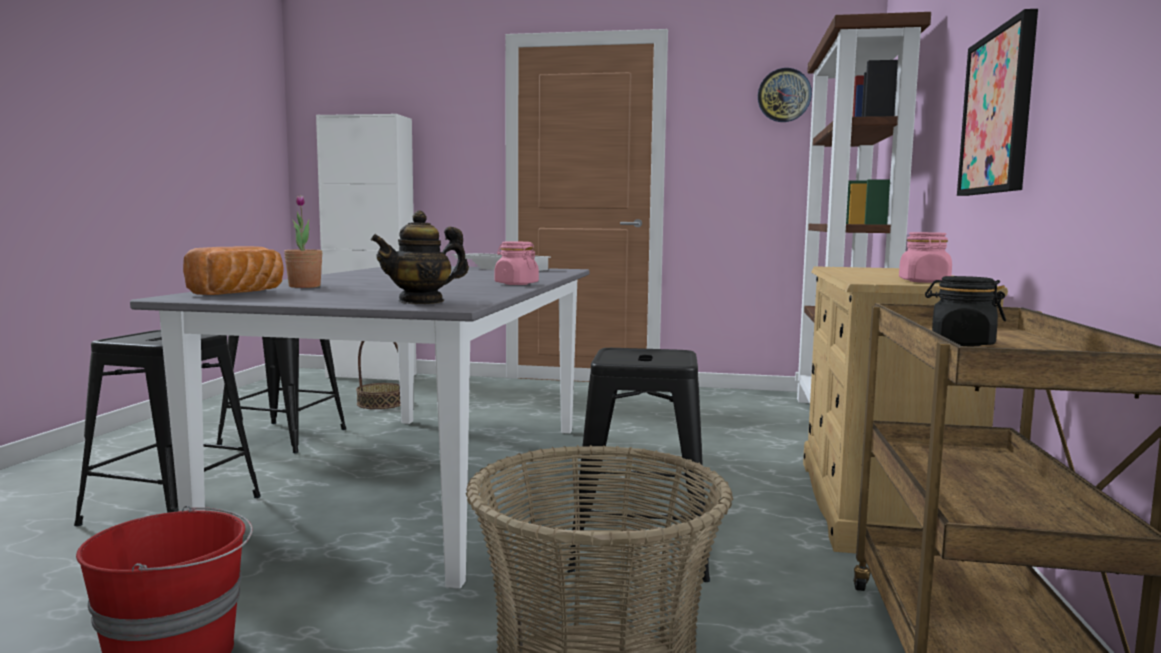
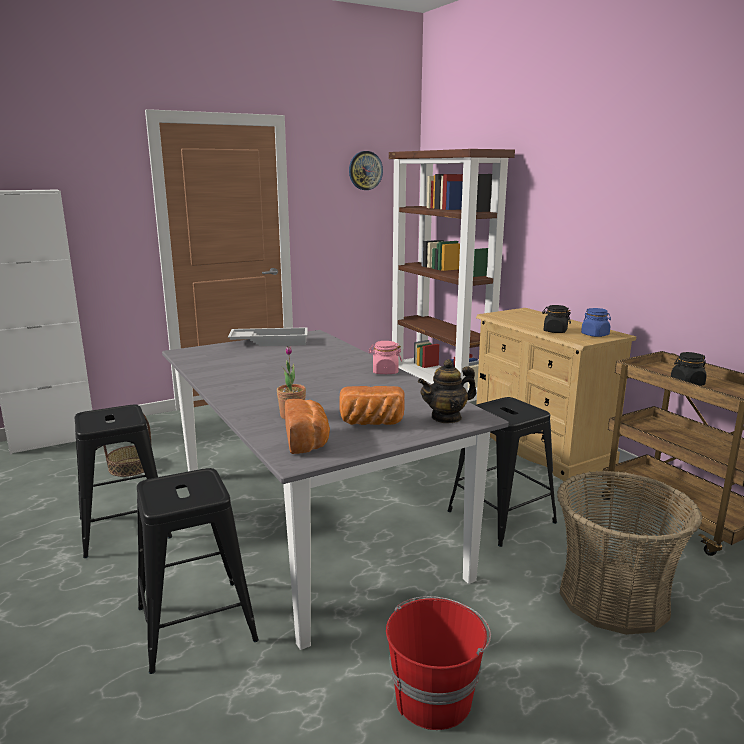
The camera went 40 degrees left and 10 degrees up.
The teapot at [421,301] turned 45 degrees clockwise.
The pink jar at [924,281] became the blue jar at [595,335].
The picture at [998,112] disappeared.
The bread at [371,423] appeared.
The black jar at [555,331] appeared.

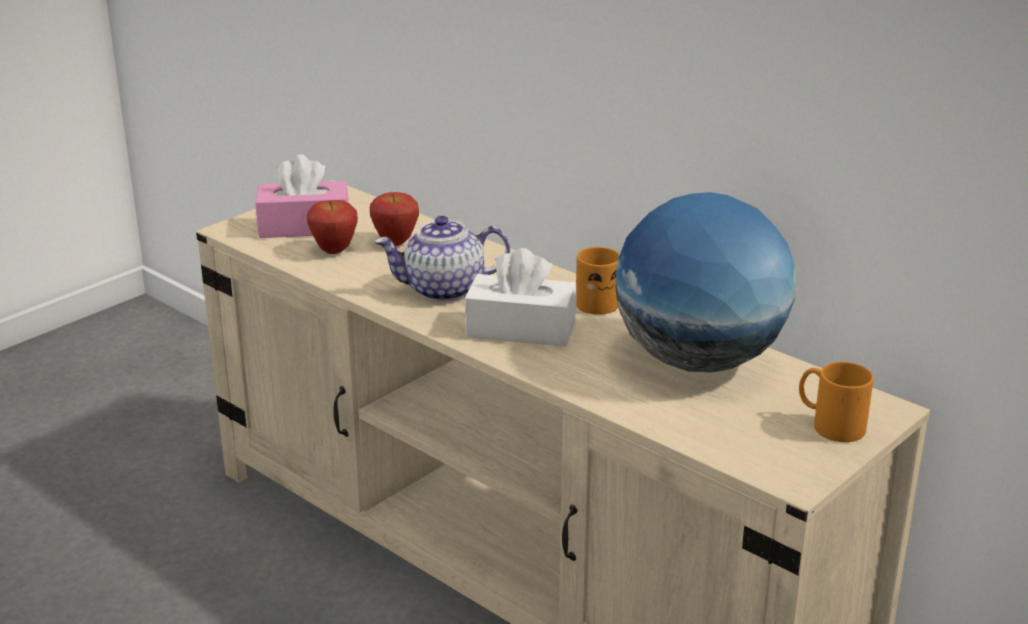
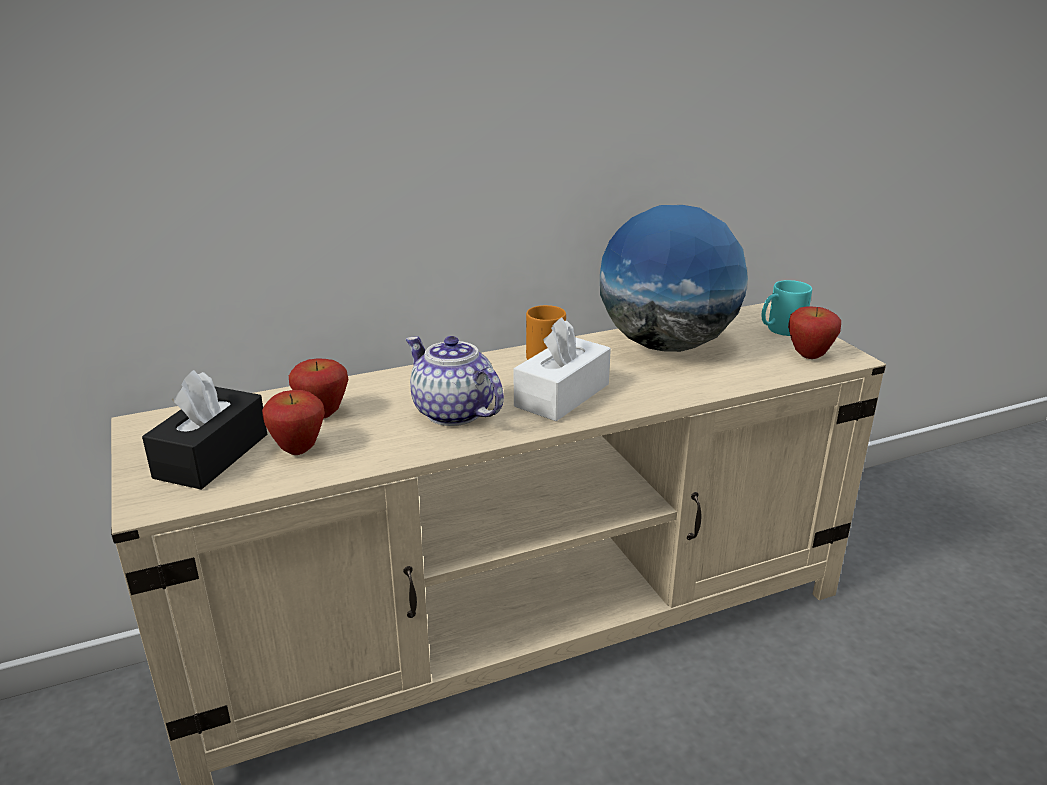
The camera went 65 degrees left and 0 degrees up.
The pink tissue box at [304,226] became the black tissue box at [212,456].
The teapot at [443,290] turned 120 degrees clockwise.
The orange mug at [829,425] became the turquoise mug at [780,330].
The apple at [809,356] appeared.

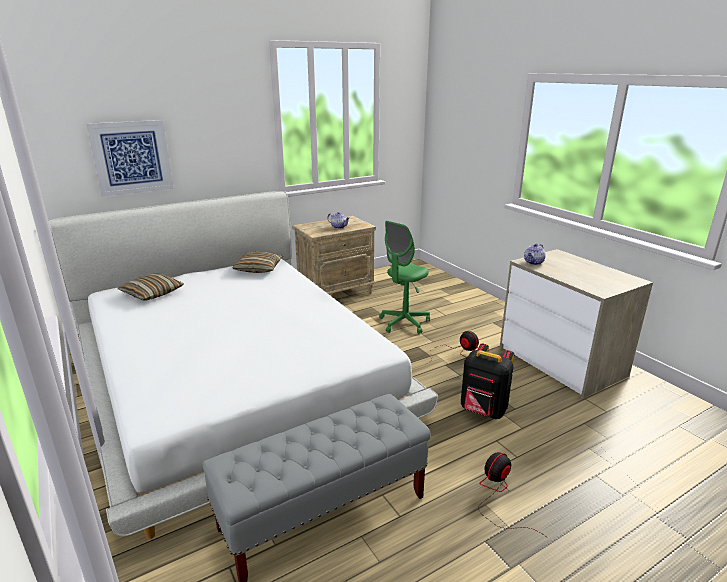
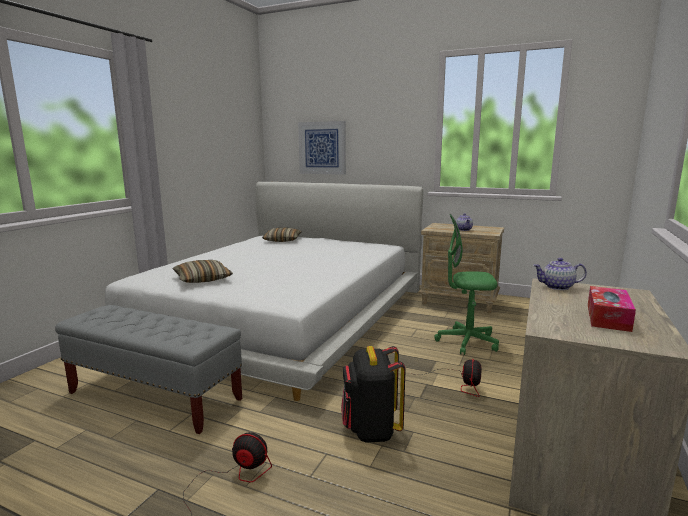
The camera went 55 degrees right and 10 degrees down.
The pillow moved from [258,269] to [202,279].
The tissue box at [608,317] appeared.

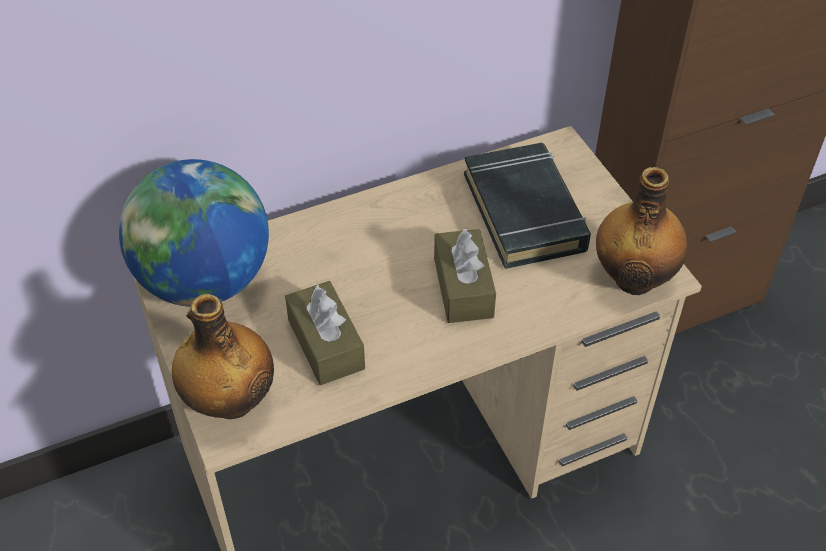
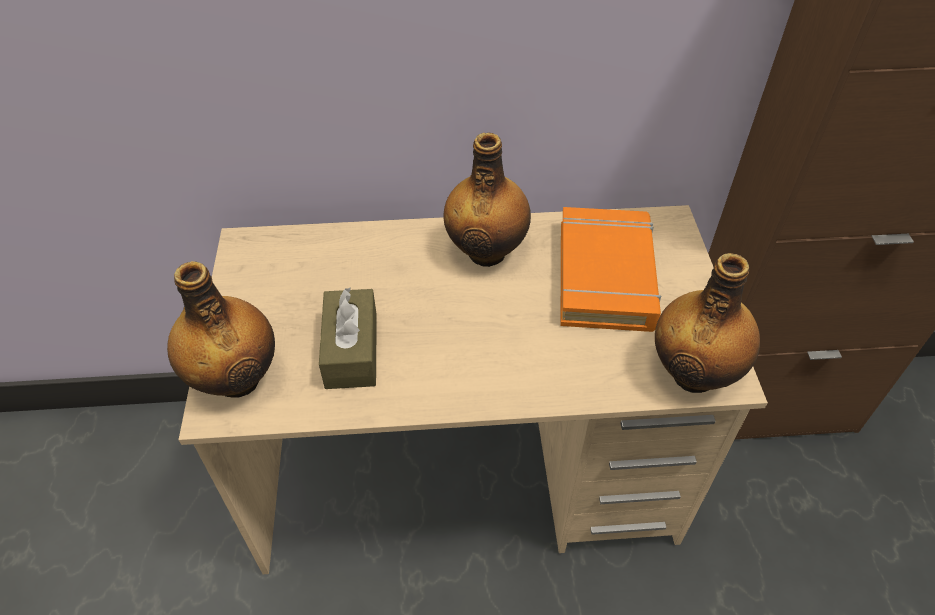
The camera went 20 degrees right and 0 degrees up.
The globe at [205,281] disappeared.
The brown tissue box at [463,287] disappeared.
The black book at [525,212] became the orange book at [606,276].
The bottle at [487,251] appeared.

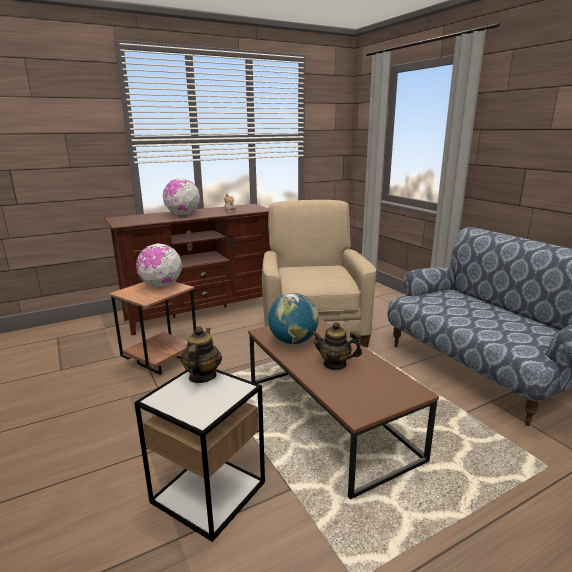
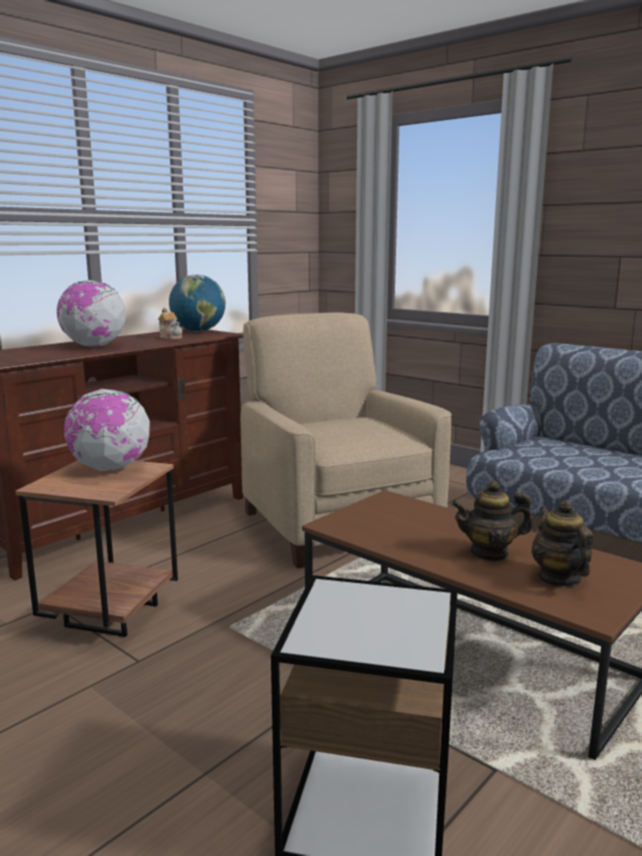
The camera went 20 degrees left and 5 degrees down.
The teapot moved from [202,376] to [558,578].
The globe moved from [293,341] to [198,331].

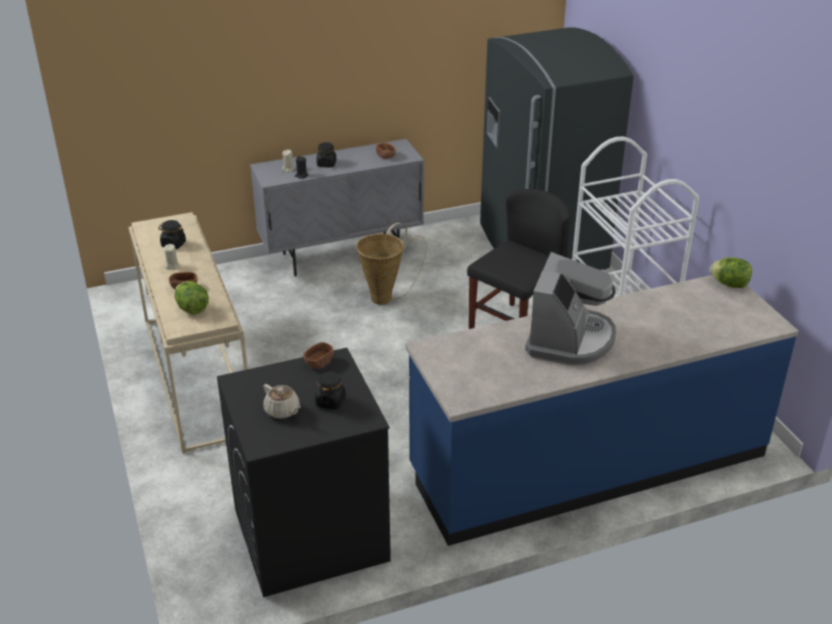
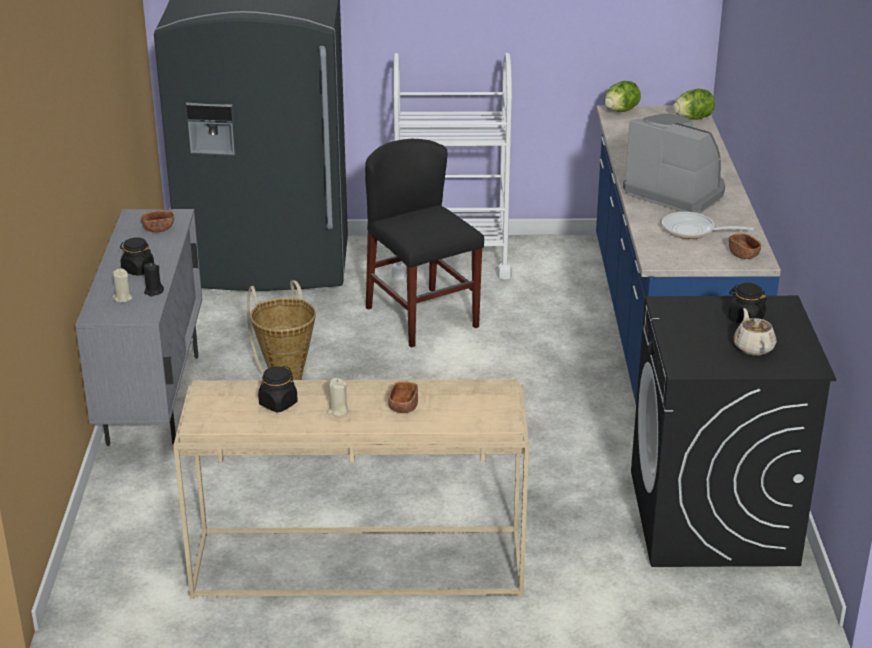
The camera went 70 degrees left and 5 degrees down.
The lettuce moved from [192,309] to [693,118].
The beige teapot at [282,411] turned 75 degrees counterclockwise.
The brown bowl moved from [319,362] to [743,254].
The frying pan at [692,231] appeared.

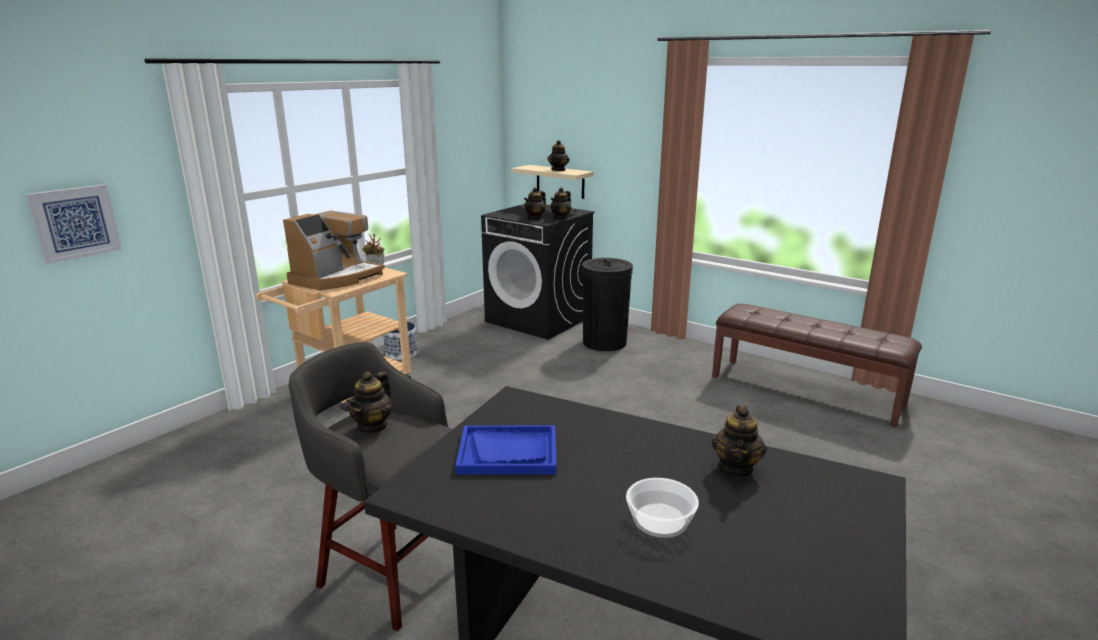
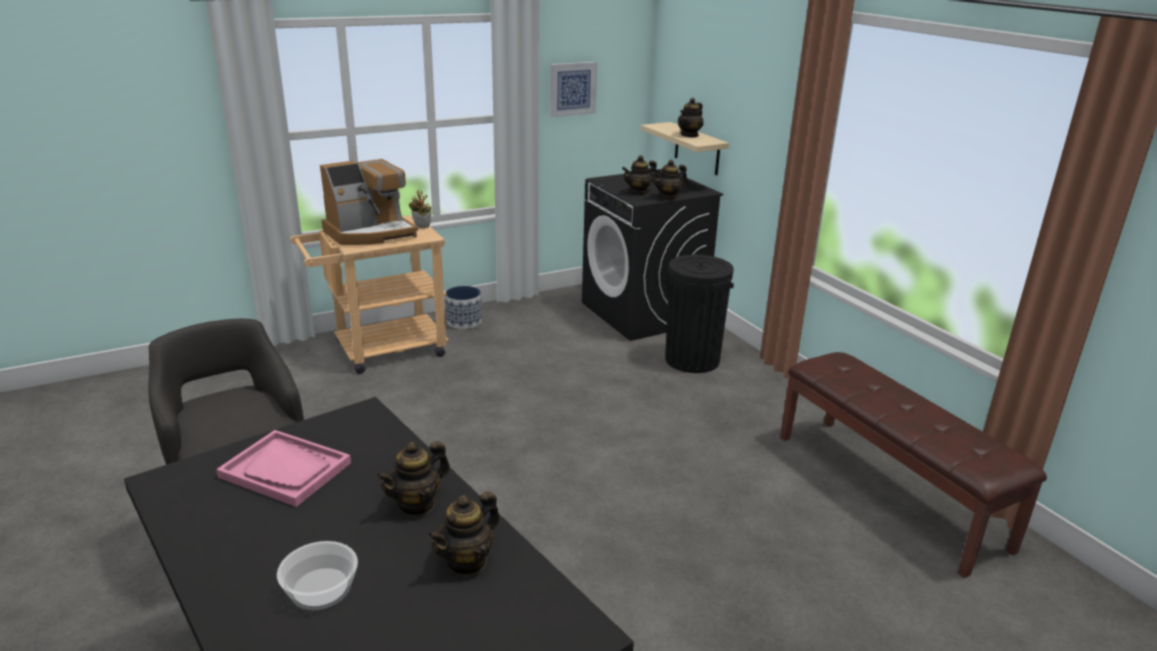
The camera went 25 degrees right and 5 degrees up.
The picture moved from [75,223] to [572,89].
The teapot moved from [373,426] to [417,504].
The blue tray at [508,452] became the pink tray at [286,470].

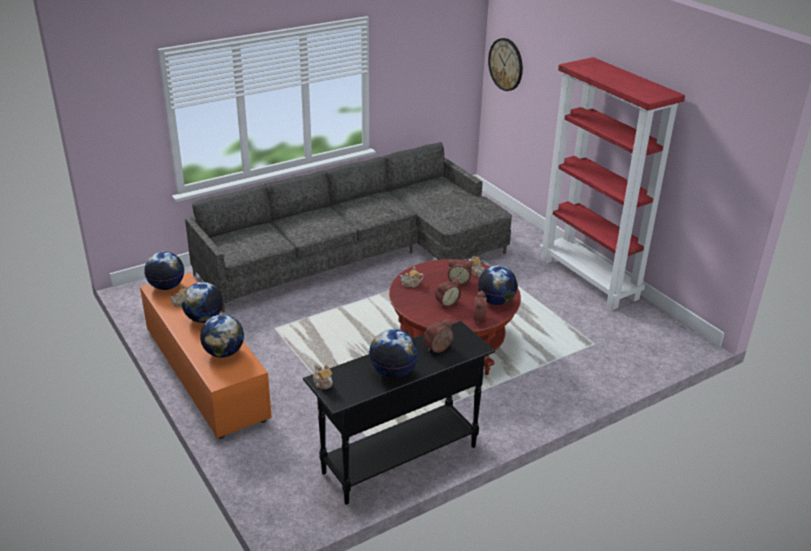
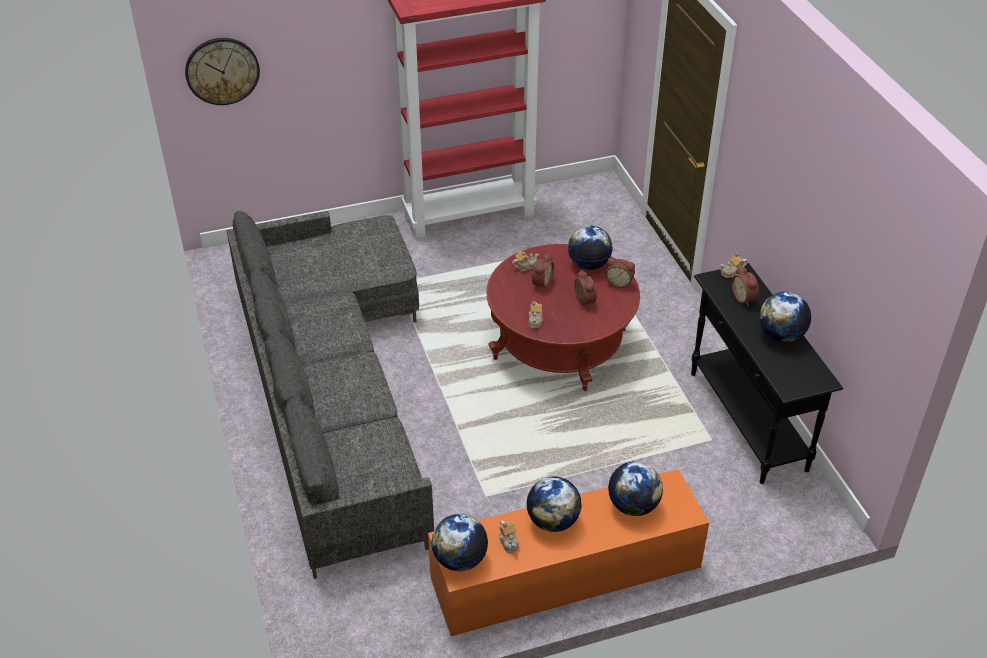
The camera went 75 degrees left and 10 degrees up.
The teapot moved from [322,383] to [732,273].

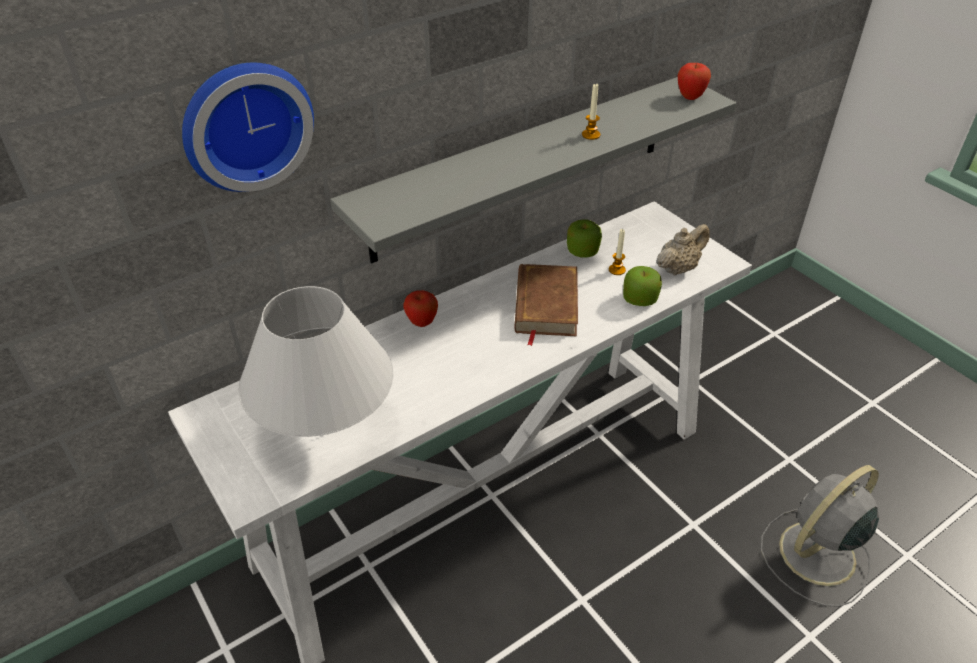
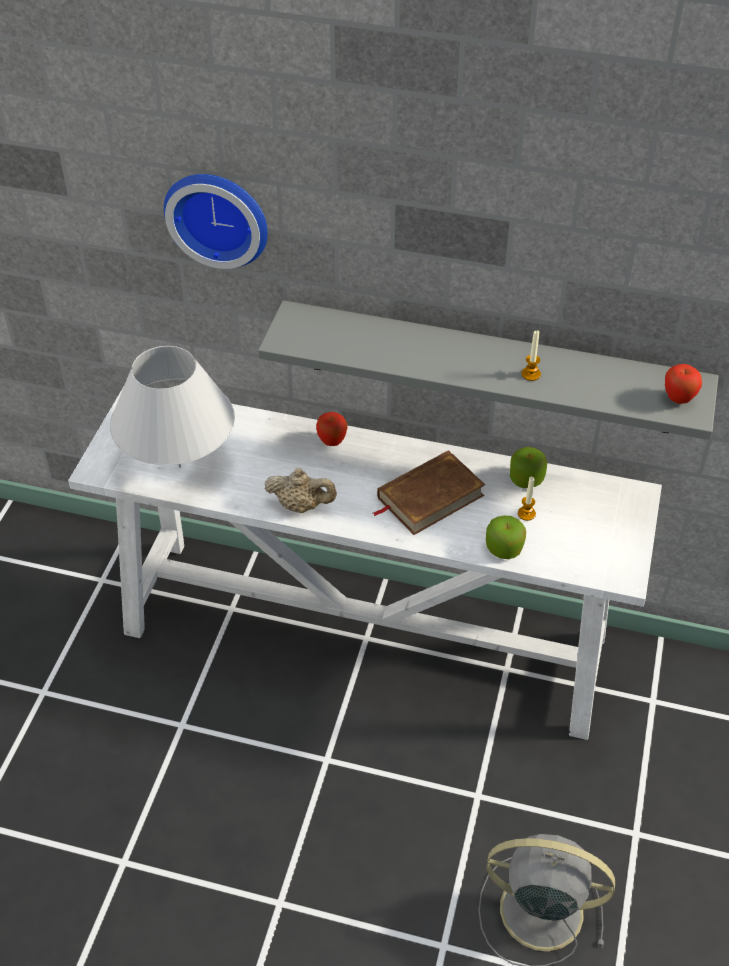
The camera went 50 degrees right and 5 degrees up.
The beige teapot moved from [678,268] to [301,505].

